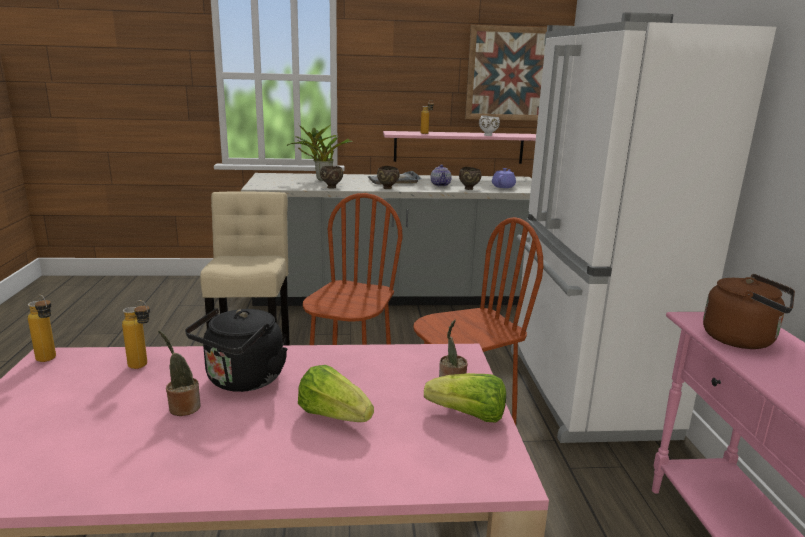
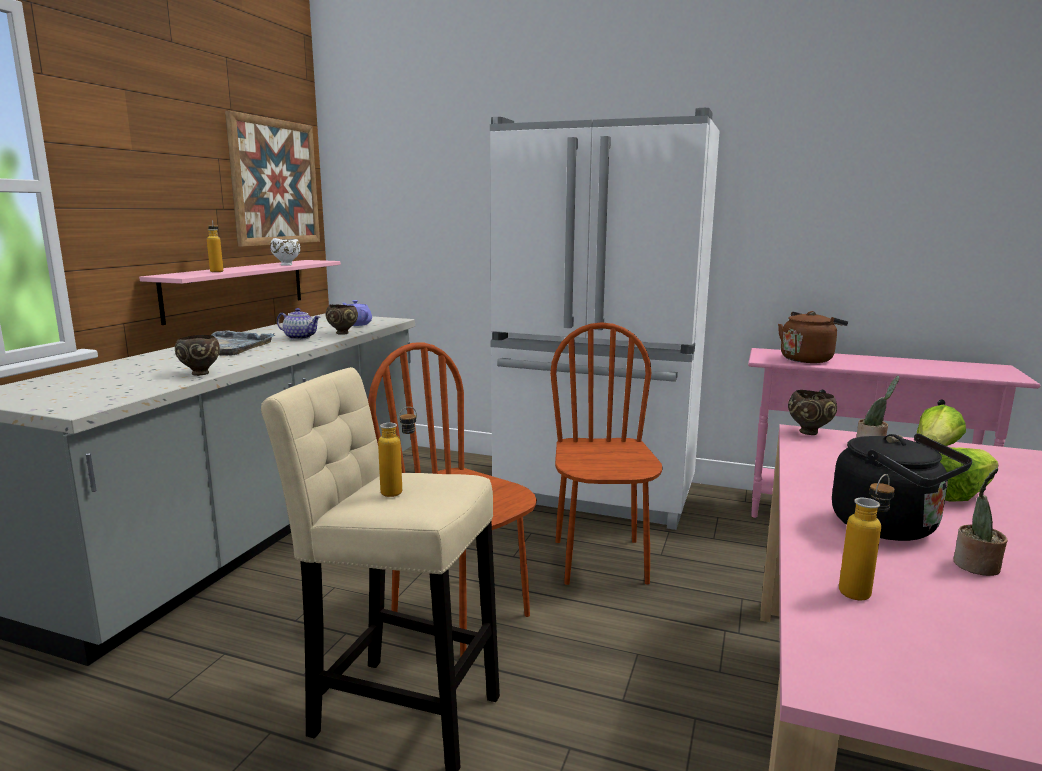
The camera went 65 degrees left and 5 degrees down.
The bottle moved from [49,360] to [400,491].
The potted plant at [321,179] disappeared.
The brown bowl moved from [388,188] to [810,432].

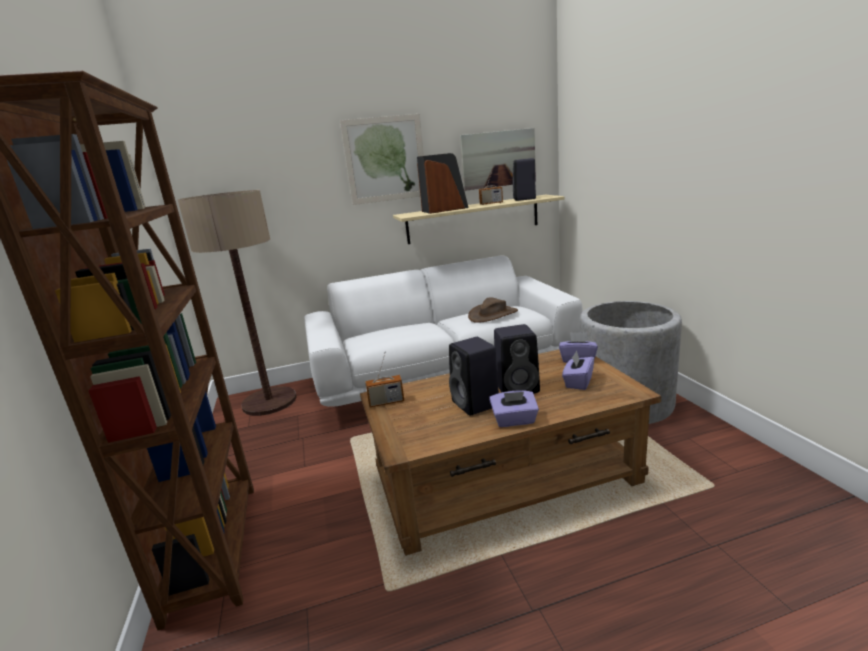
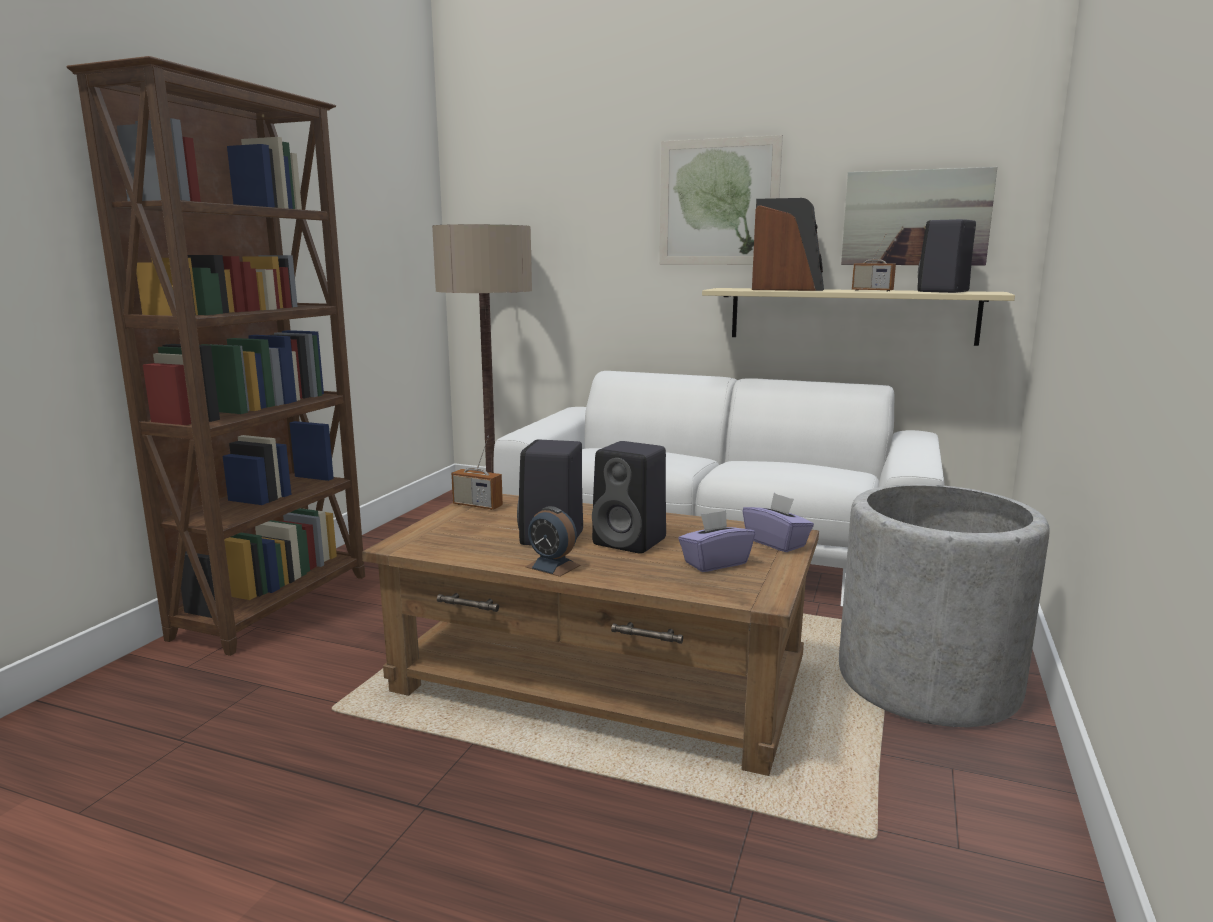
The camera went 35 degrees right and 5 degrees down.
The brown hat at [493,315] disappeared.
The purple tissue box at [514,420] was replaced by the alarm clock at [552,566].

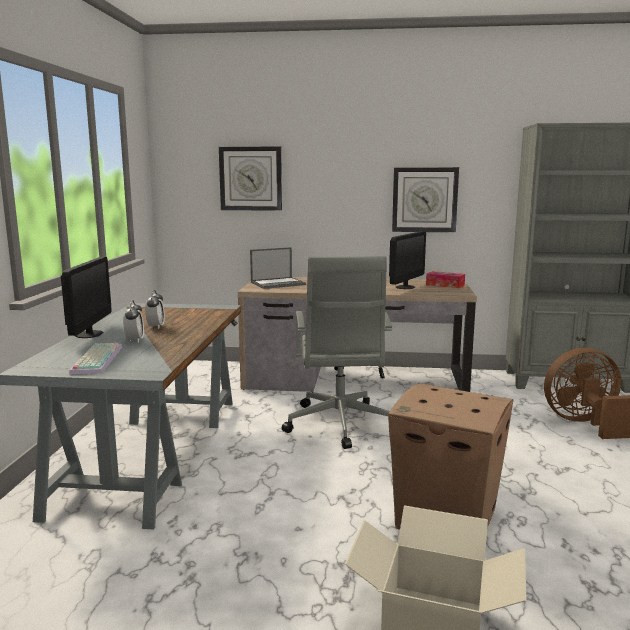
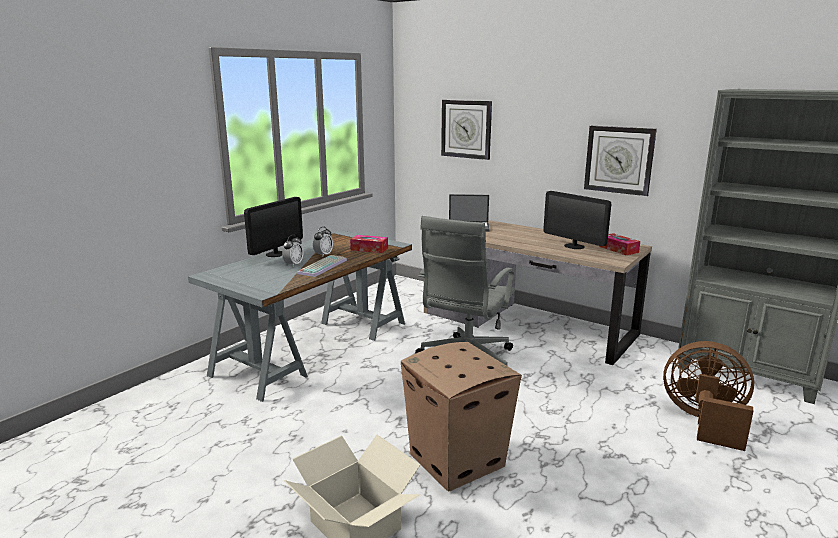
The camera went 30 degrees right and 5 degrees up.
The keyboard moved from [96,359] to [322,266].
The monitor at [405,287] turned 75 degrees clockwise.
The tissue box at [369,249] appeared.

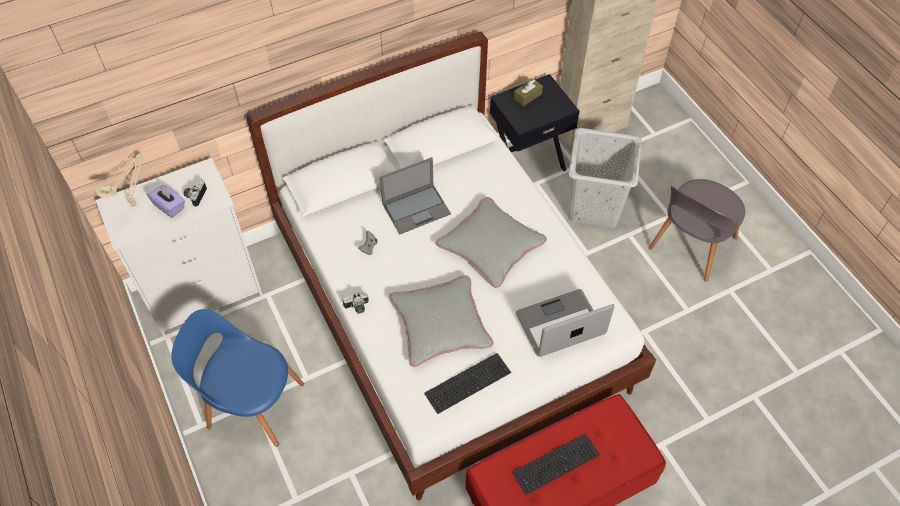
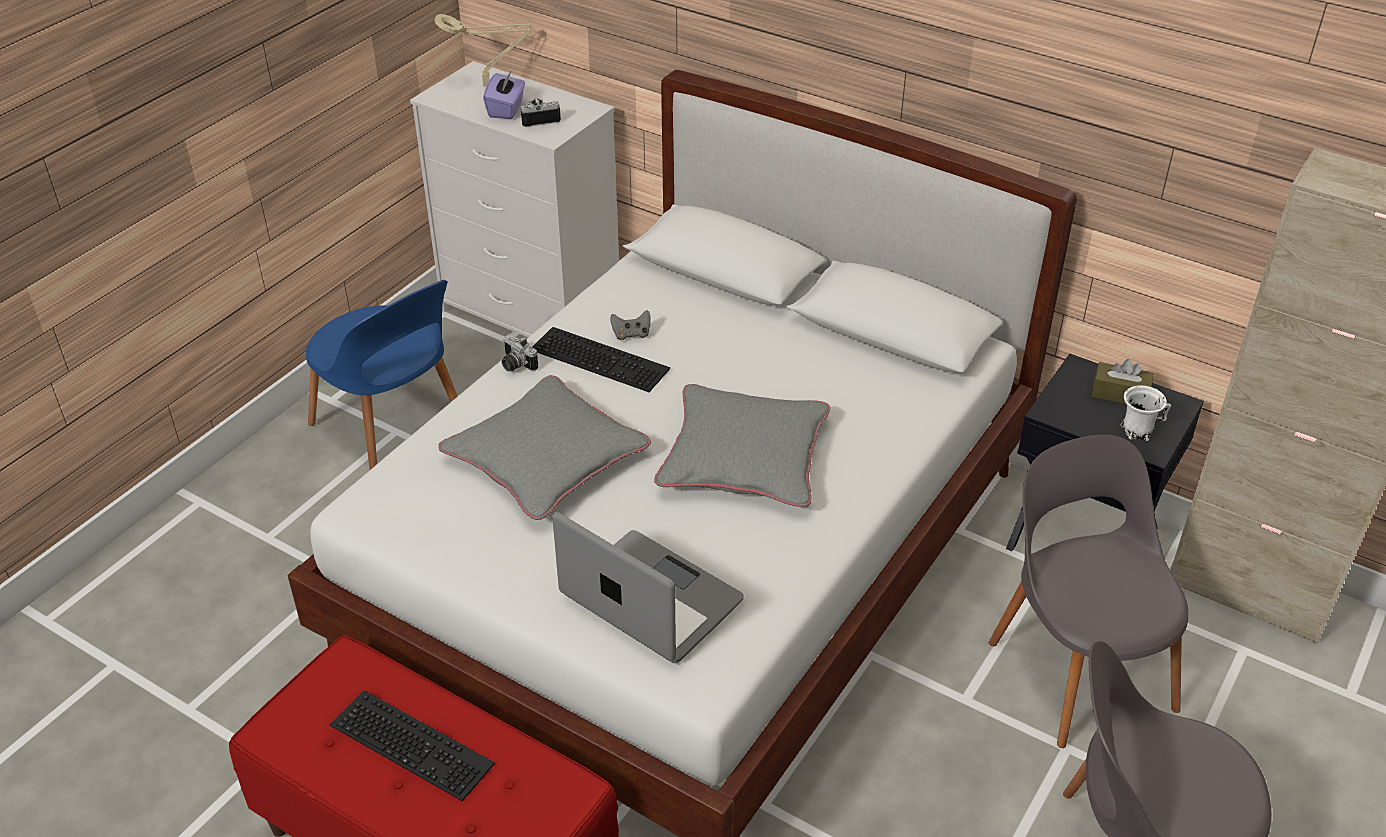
The camera went 60 degrees right and 15 degrees down.
The blue chair at [252,403] turned 150 degrees clockwise.
The laptop at [417,208] disappeared.
The keyboard moved from [467,381] to [602,358].
The grey laundry basket at [594,206] was replaced by the grey chair at [1078,668].
The white mug at [1137,430] appeared.

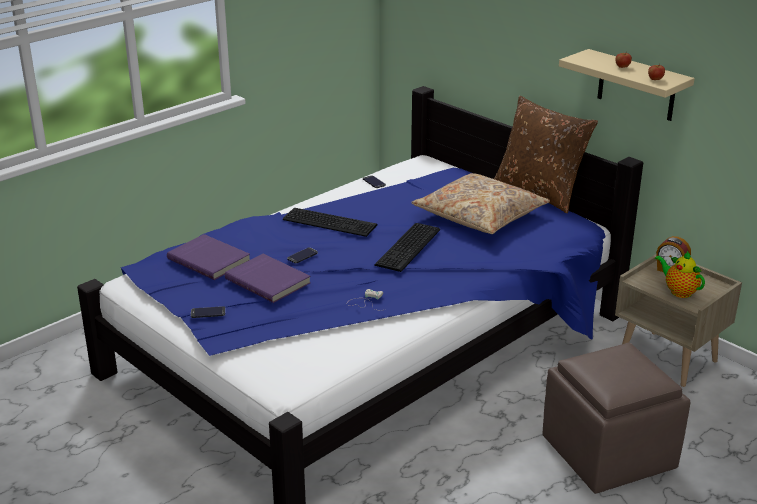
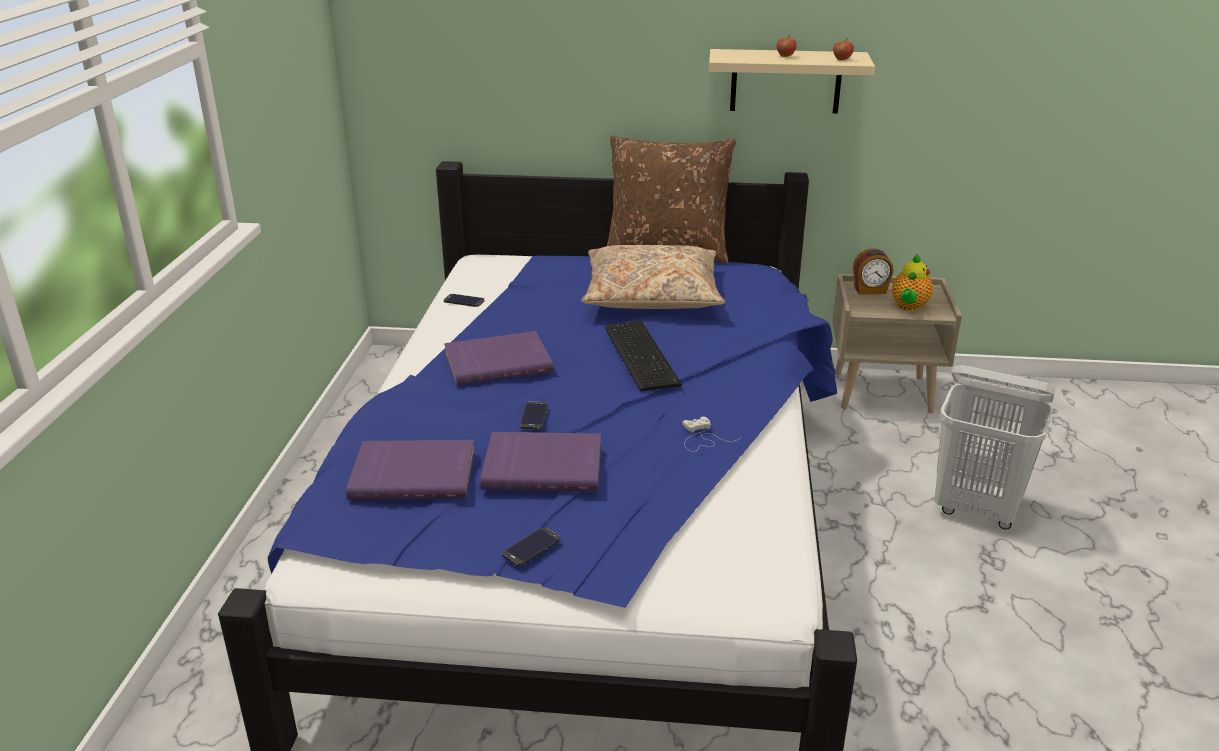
The camera went 40 degrees left and 0 degrees up.
The keyboard at [329,221] was replaced by the purple book at [497,361].
The brown ottoman at [610,454] was replaced by the white laundry basket at [976,510].
The teapot at [678,291] turned 75 degrees counterclockwise.

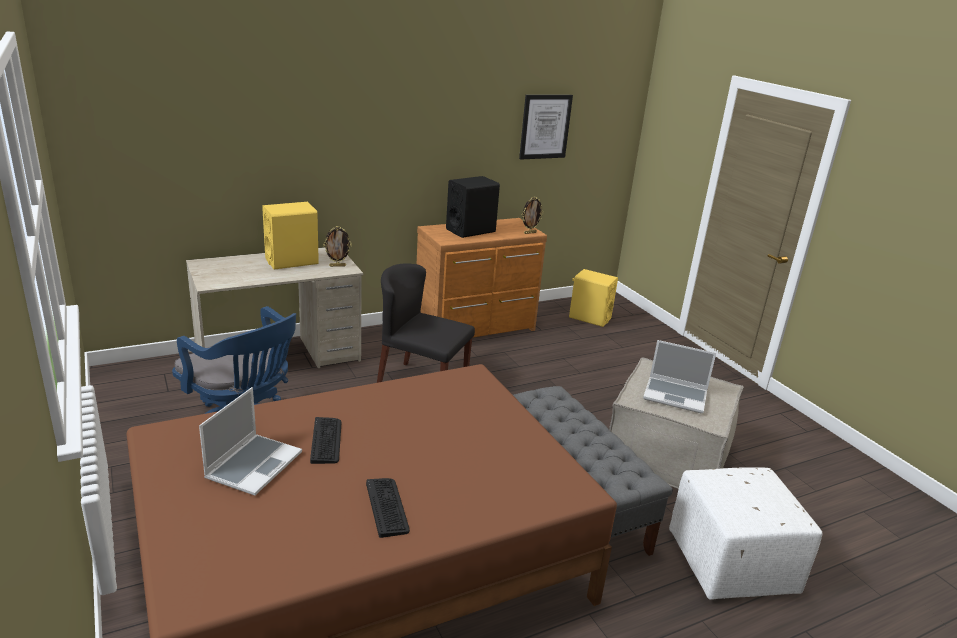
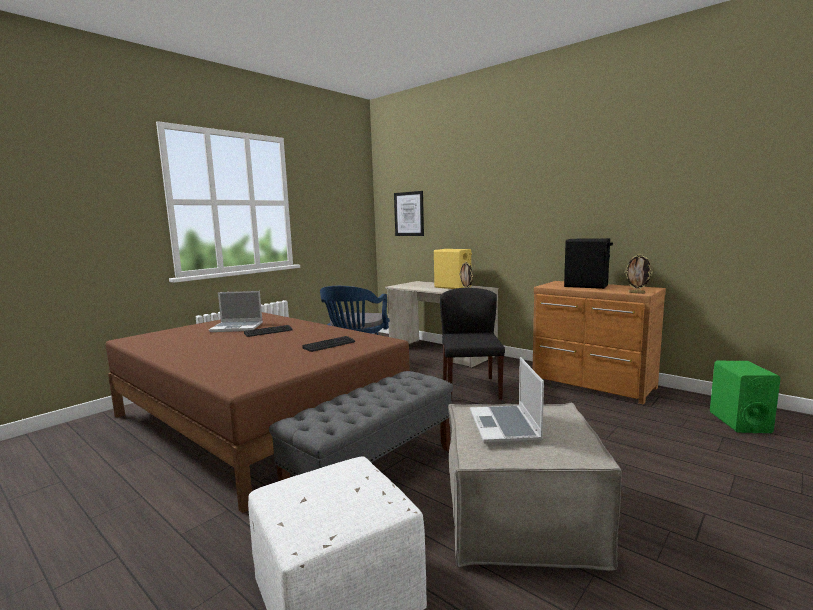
The camera went 70 degrees right and 15 degrees down.
The keyboard moved from [387,507] to [329,345].
The picture moved from [545,126] to [409,214].
The yellow speaker at [589,318] became the green speaker at [739,422].

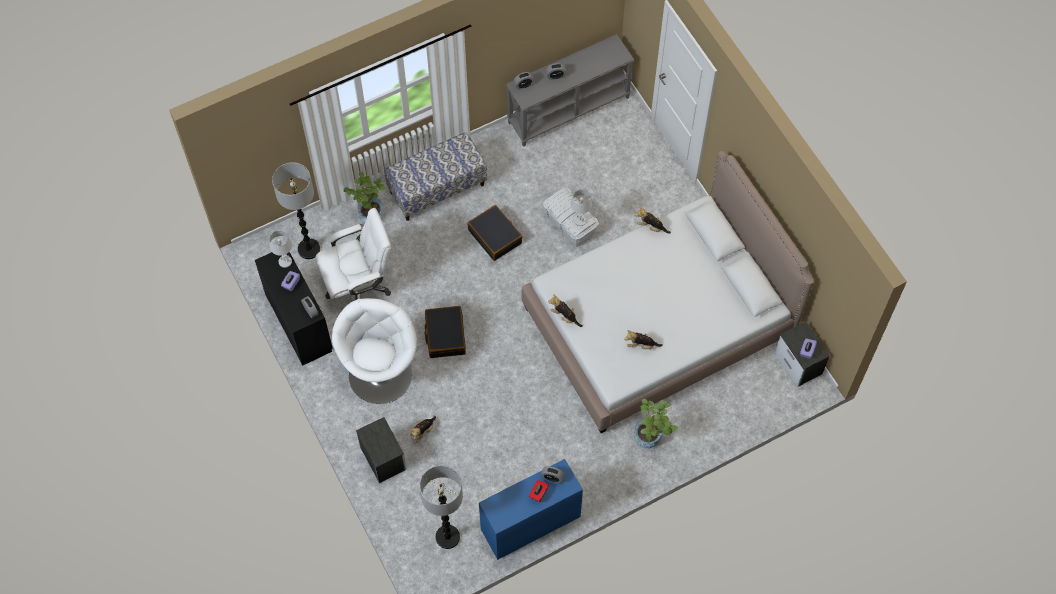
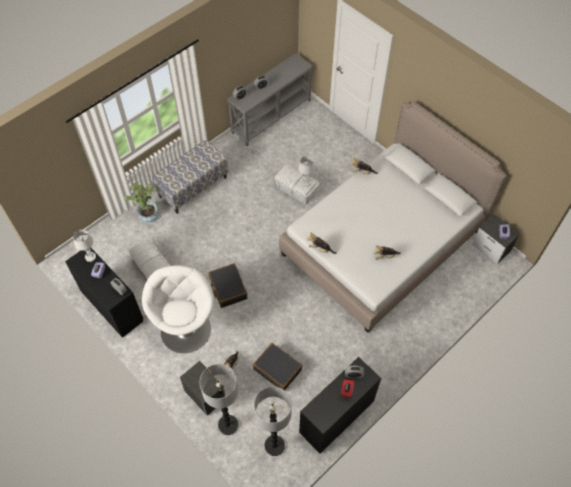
The camera went 15 degrees left and 5 degrees down.
The floor lamp moved from [309,249] to [228,425].
The white office chair at [359,286] was replaced by the white storage box at [152,268].
The black suitcase moved from [495,236] to [277,369].
The blue desk at [530,523] became the black desk at [337,417].
The potted plant at [651,437] disappeared.

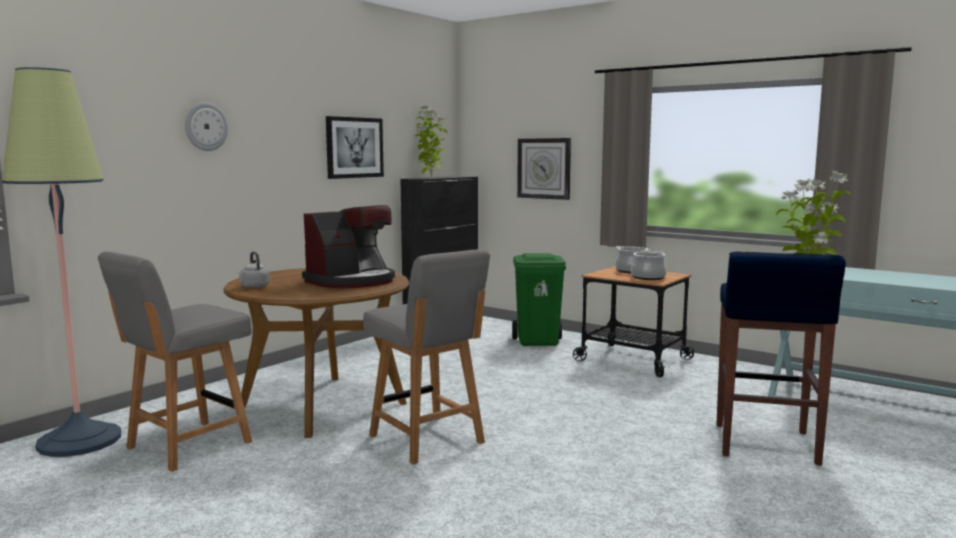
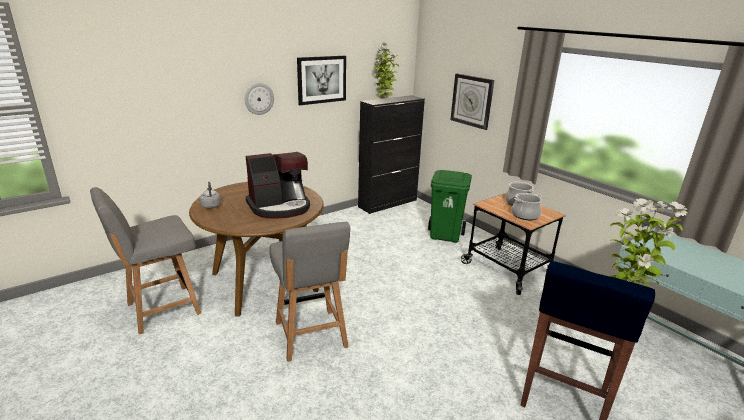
The camera went 15 degrees right and 15 degrees up.
The floor lamp at [79,440] disappeared.
The wall clock moved from [205,127] to [259,98].

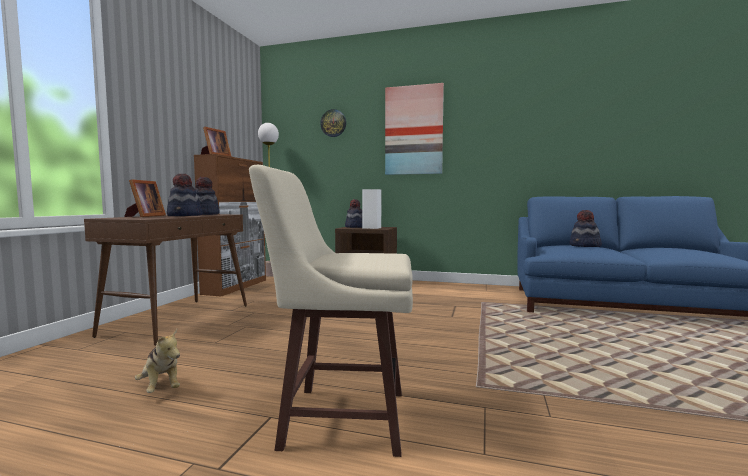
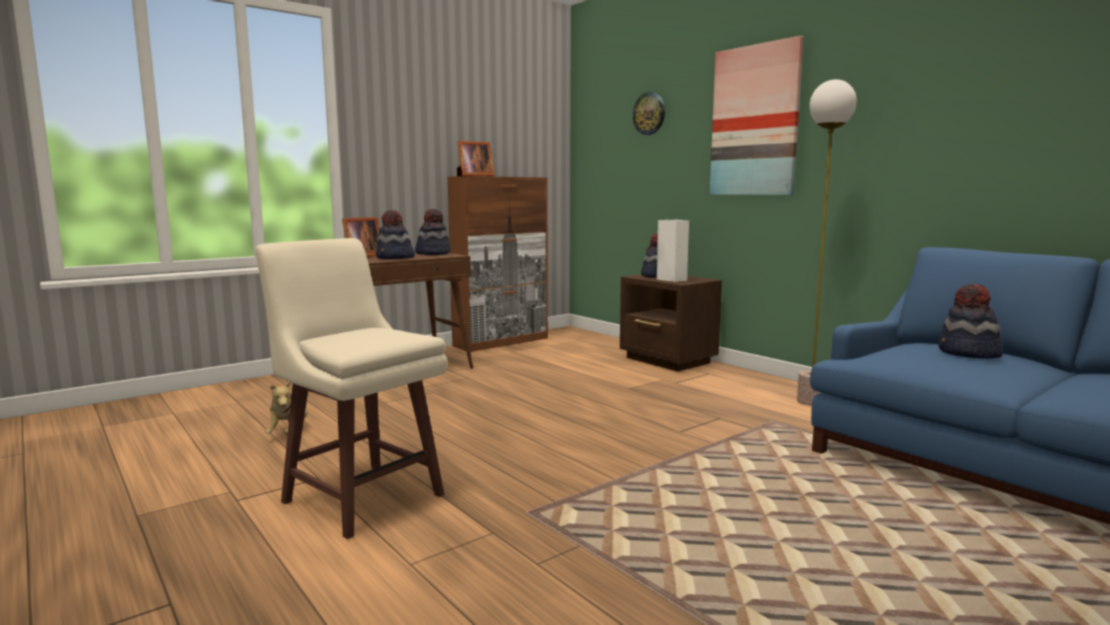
The camera went 35 degrees right and 5 degrees up.
The floor lamp moved from [272,275] to [811,401].

